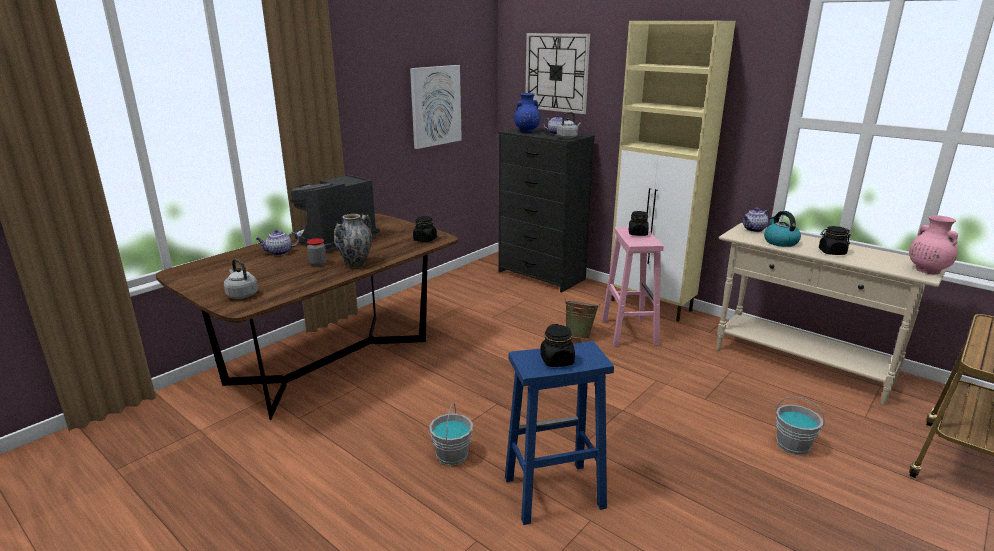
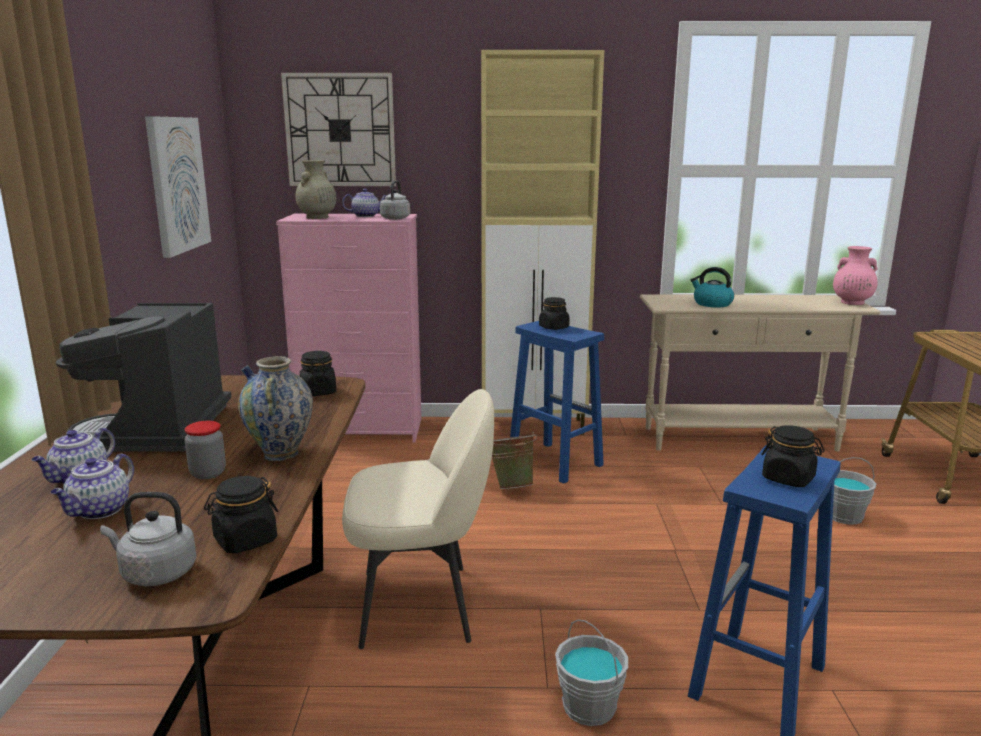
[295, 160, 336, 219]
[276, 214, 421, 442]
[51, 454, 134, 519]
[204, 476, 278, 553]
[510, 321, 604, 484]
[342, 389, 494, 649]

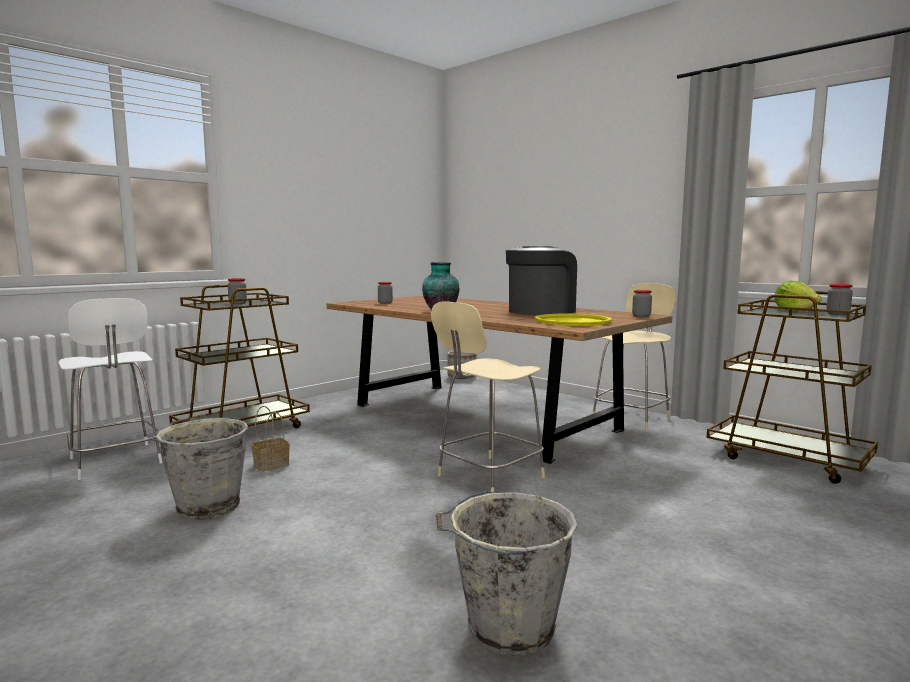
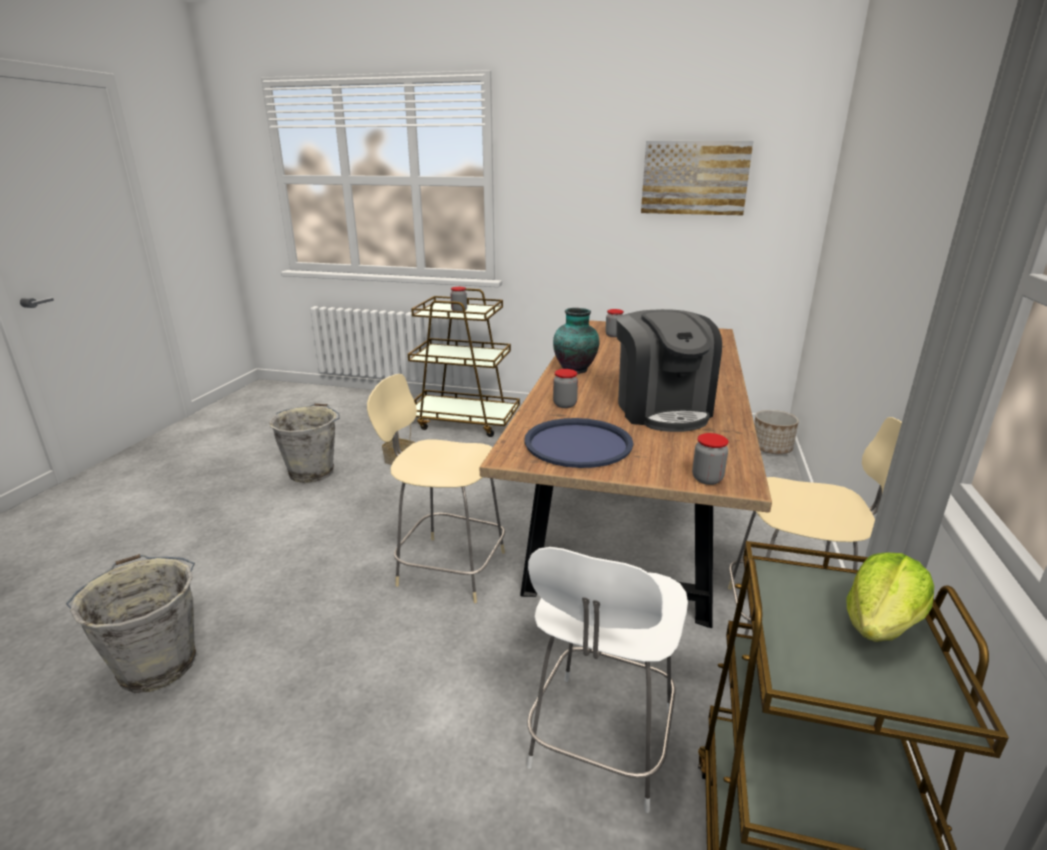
[616, 309, 722, 432]
[553, 369, 578, 408]
[527, 547, 688, 813]
[524, 418, 633, 468]
[641, 141, 753, 215]

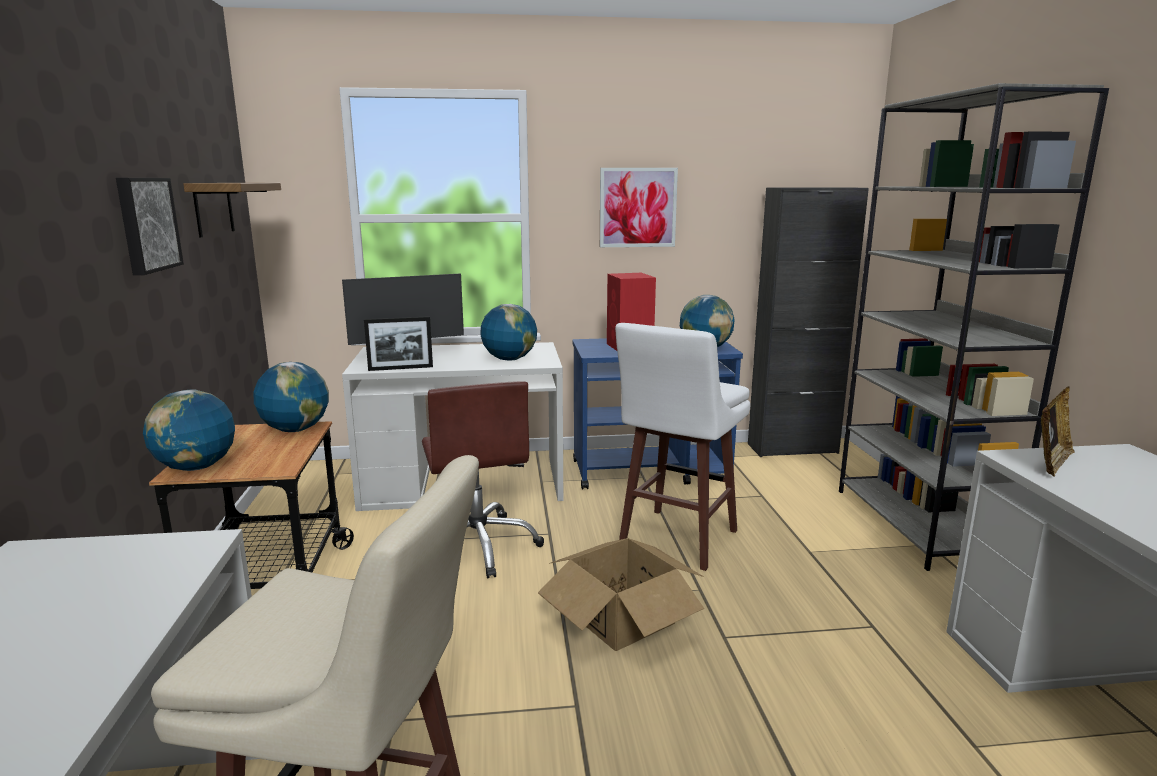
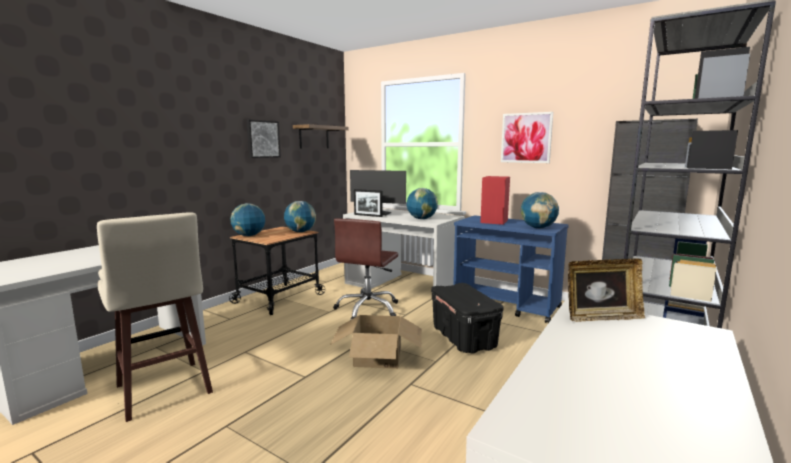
[431, 283, 504, 354]

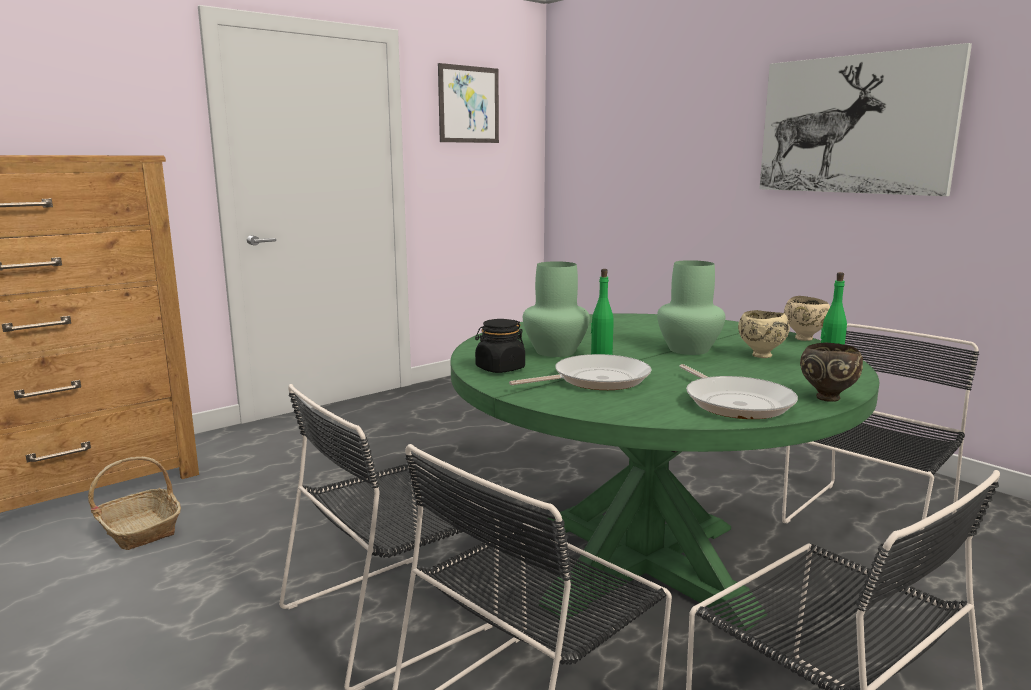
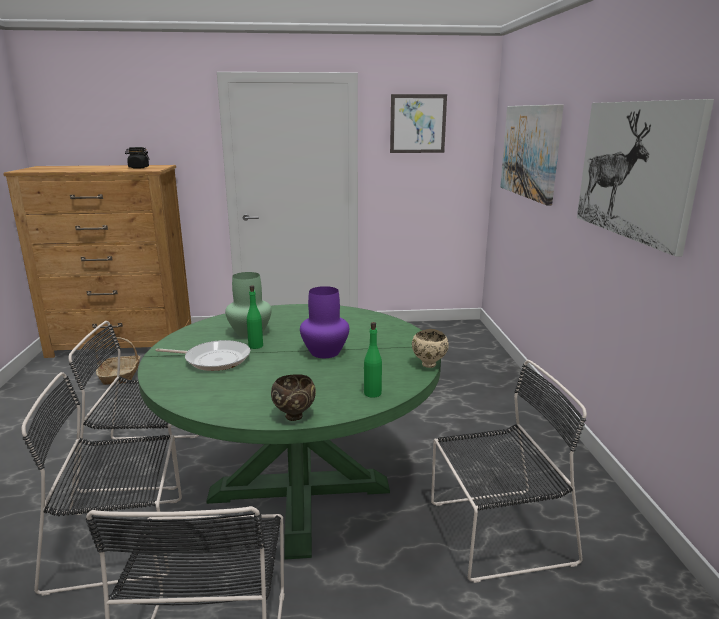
[300, 286, 349, 358]
[738, 310, 790, 358] (first image)
[125, 147, 149, 169]
[680, 364, 798, 419] (first image)
[500, 104, 564, 206]

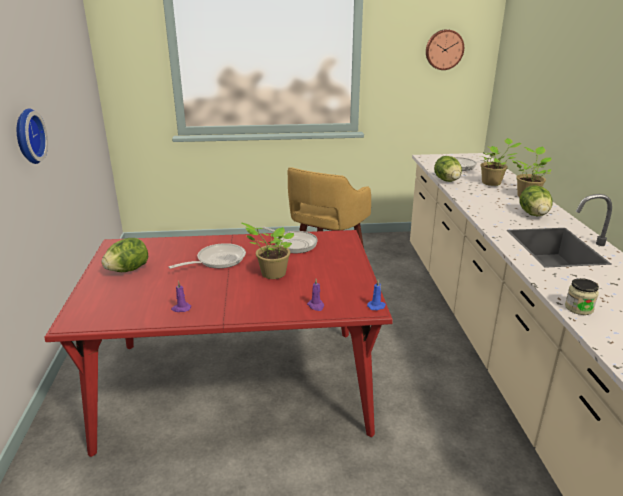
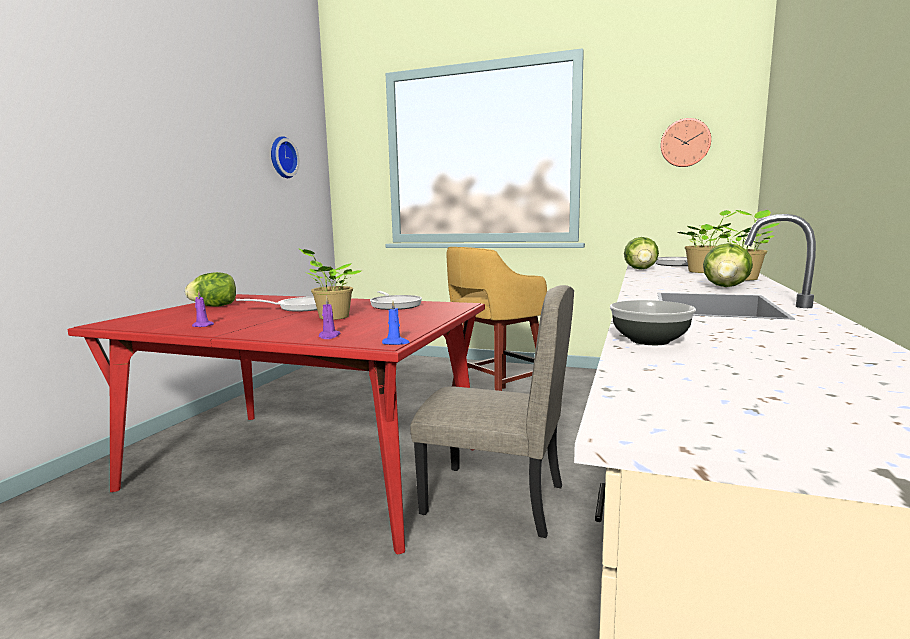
[271, 136, 300, 178]
[610, 300, 696, 345]
[410, 285, 574, 538]

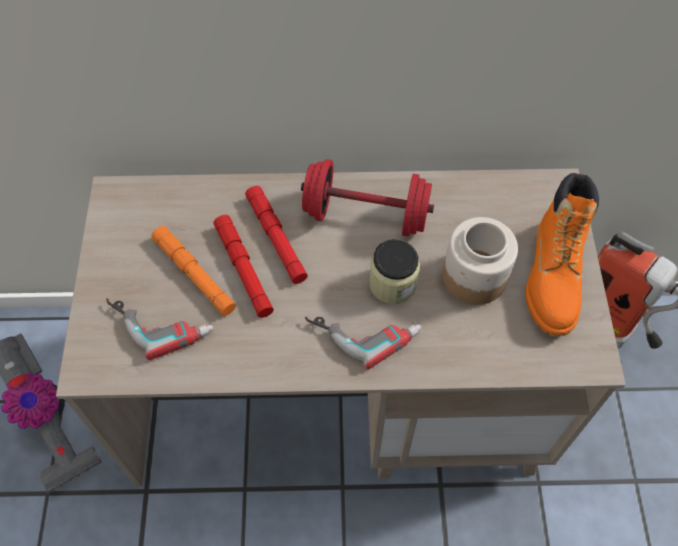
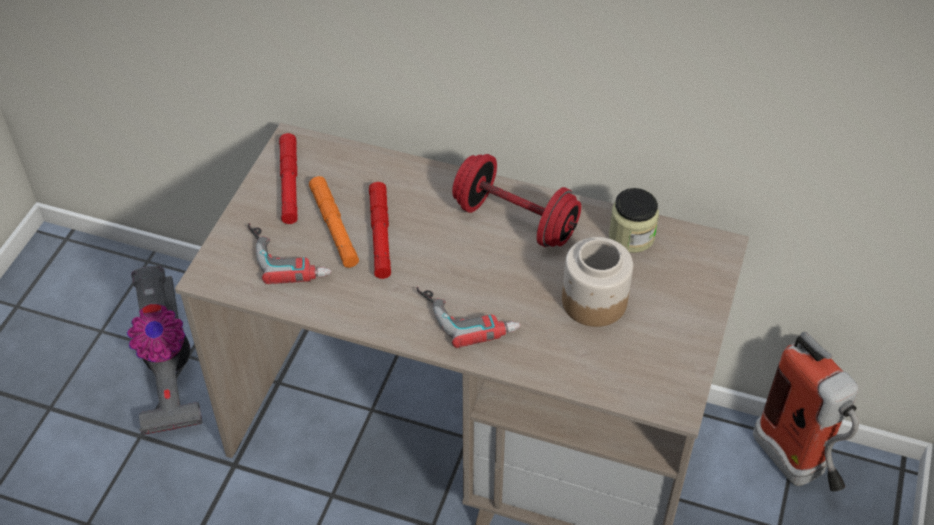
[525, 173, 599, 336] (first image)
[279, 133, 298, 224]
[609, 188, 659, 253]

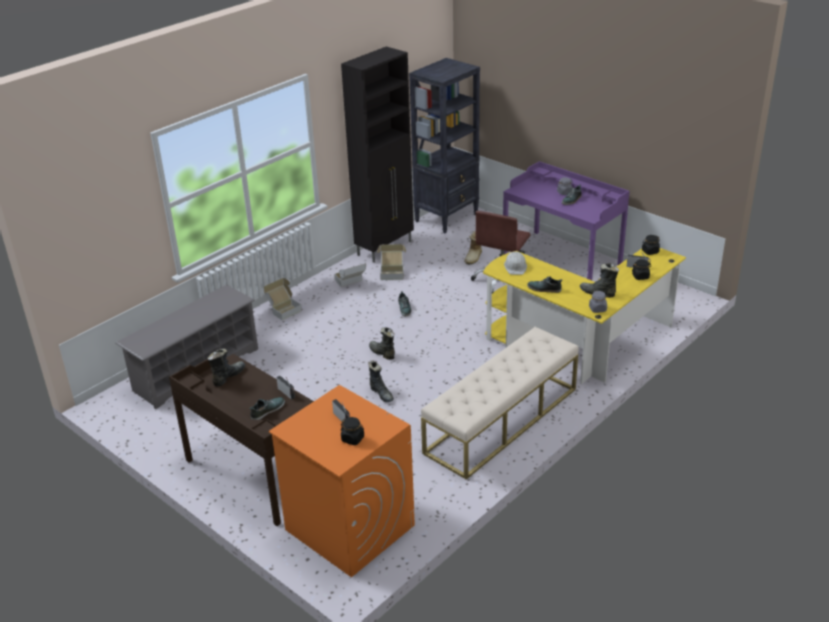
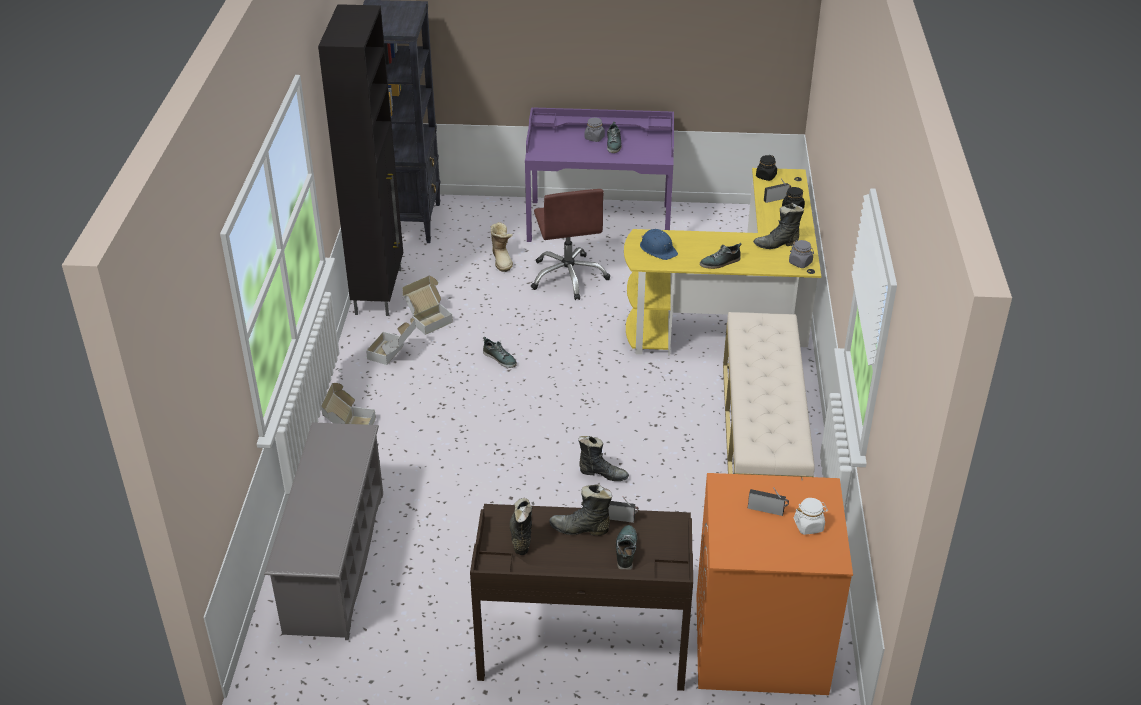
[640, 229, 678, 260]
[549, 484, 612, 535]
[794, 498, 828, 535]

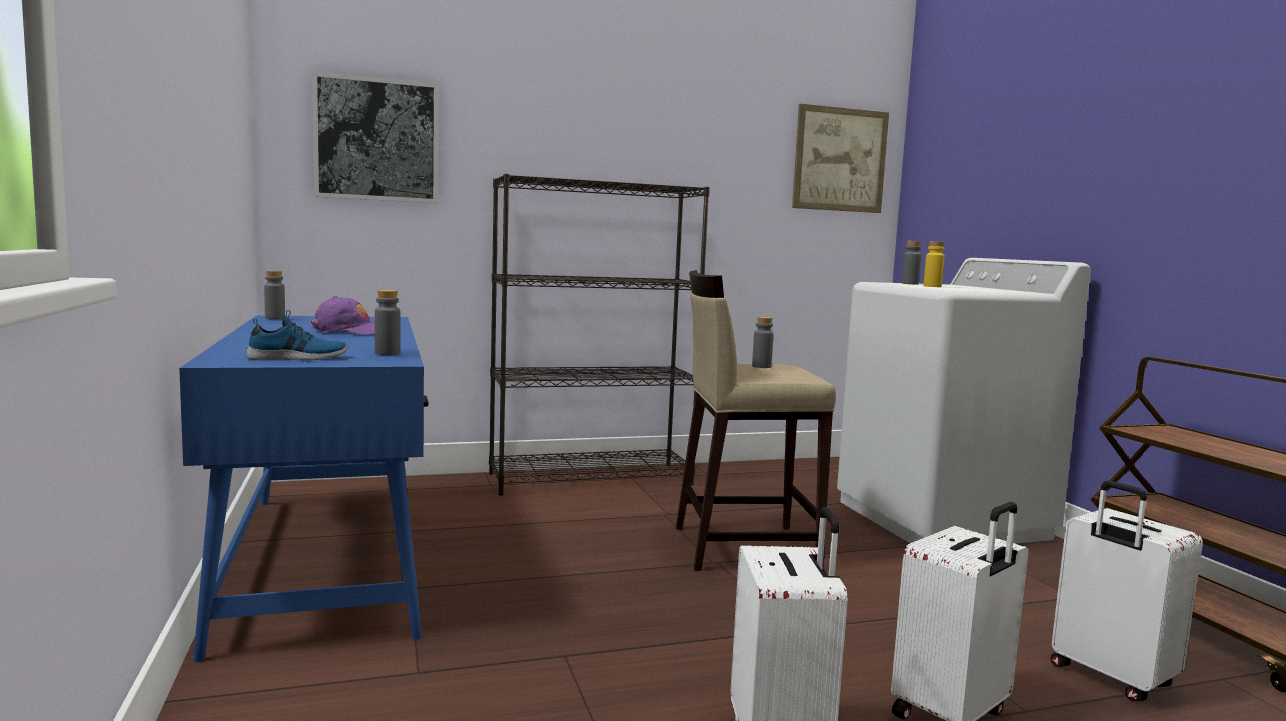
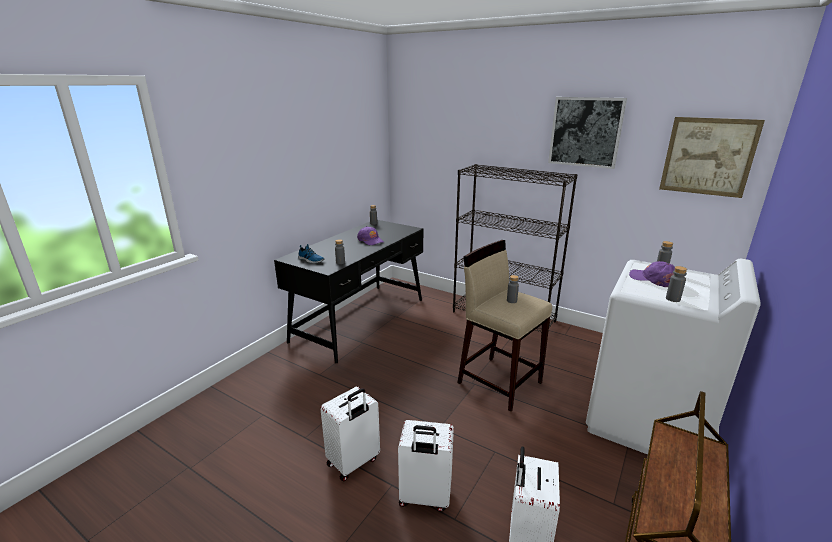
[548, 97, 627, 169]
[629, 261, 675, 287]
[274, 220, 423, 363]
[666, 266, 687, 302]

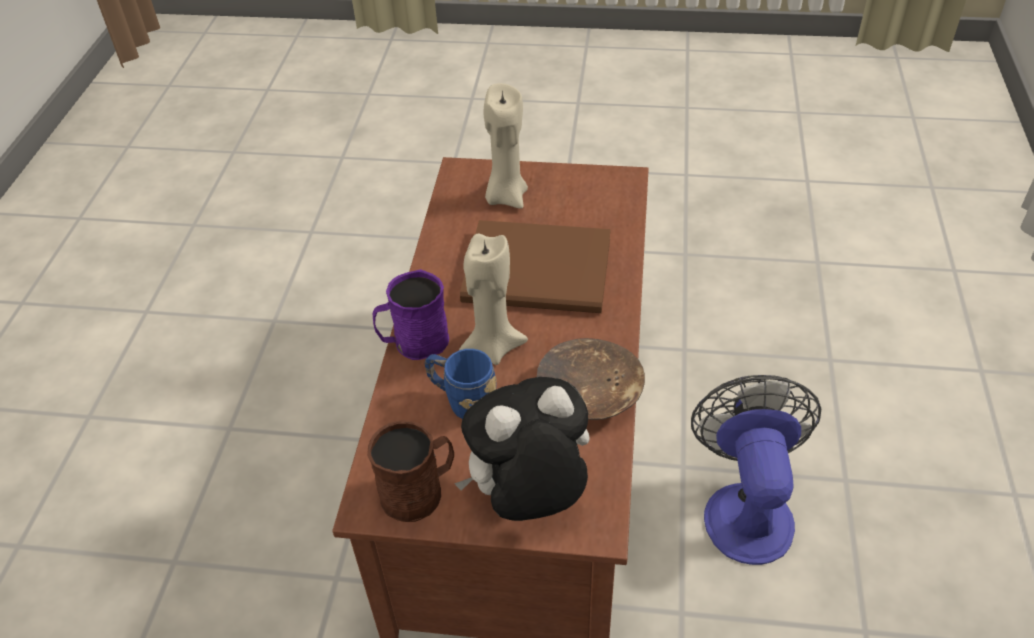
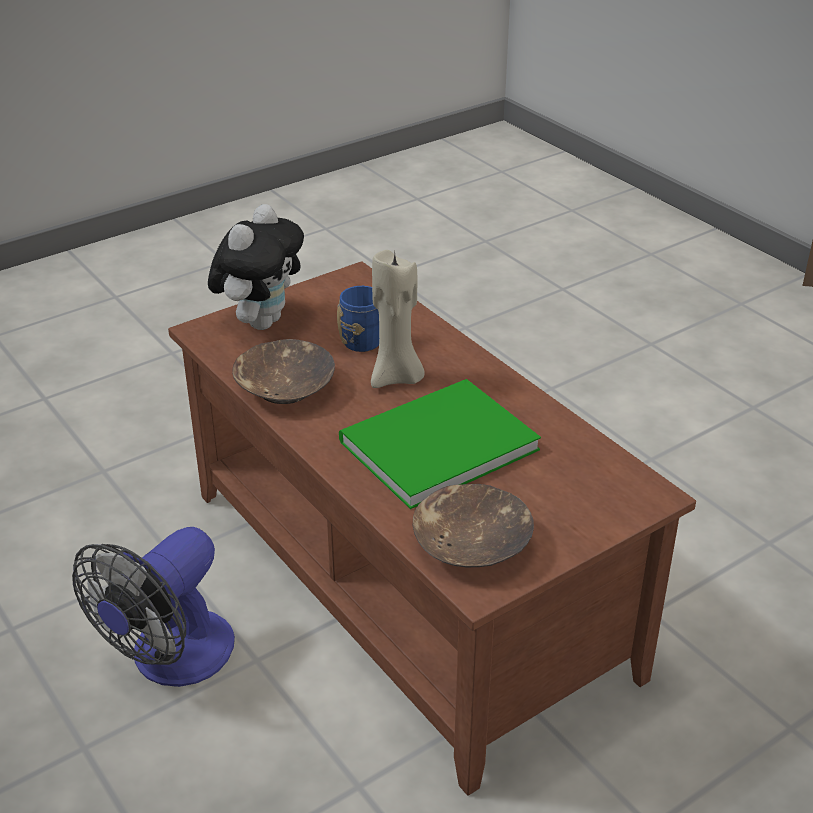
[484, 83, 528, 209] (first image)
[339, 379, 541, 509]
[373, 269, 449, 360] (first image)
[72, 527, 235, 687]
[367, 420, 454, 522] (first image)
[413, 484, 534, 567]

